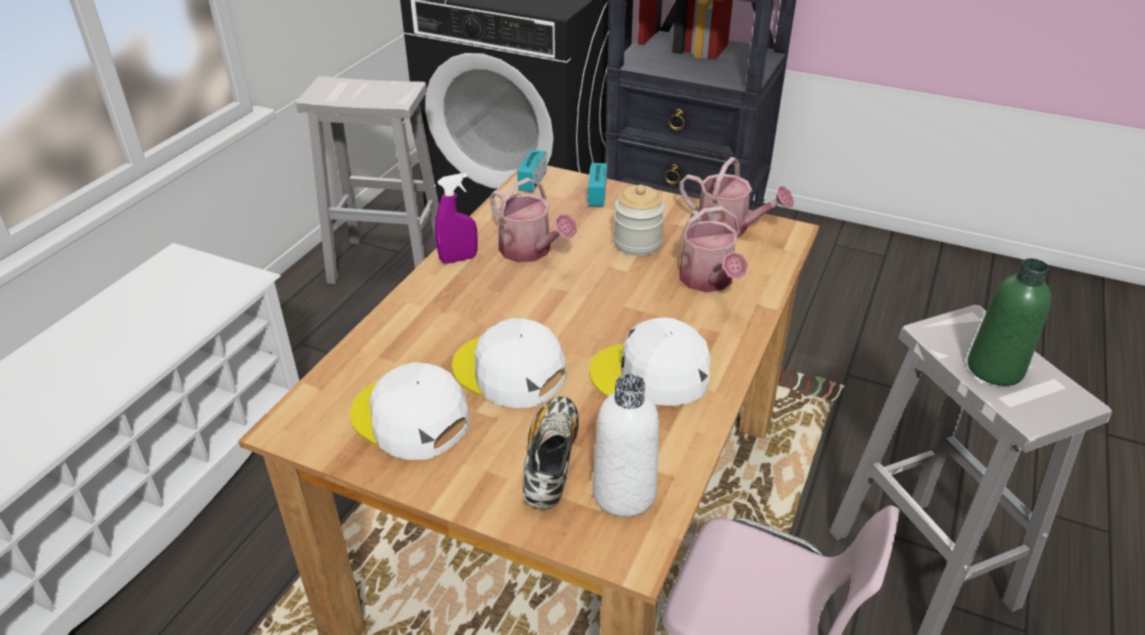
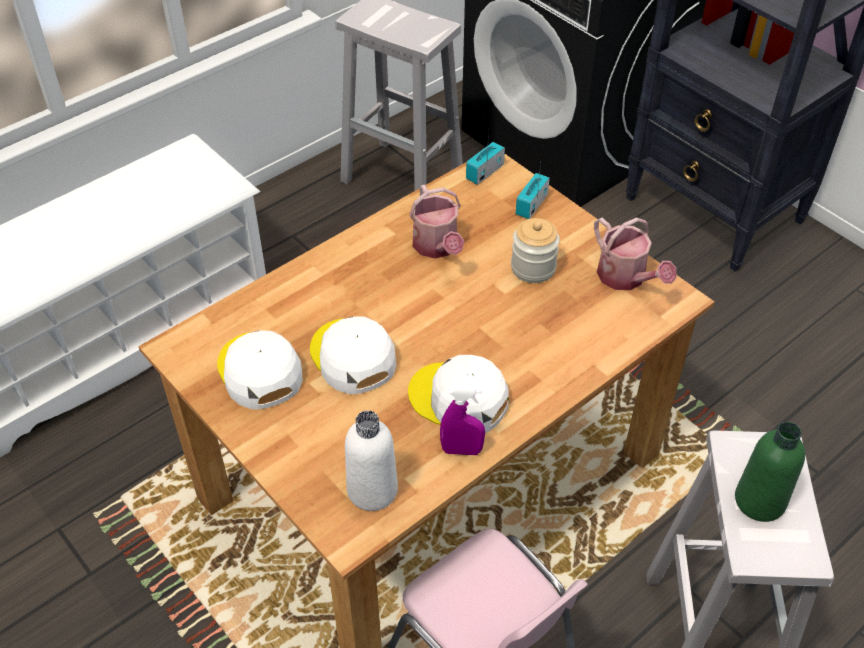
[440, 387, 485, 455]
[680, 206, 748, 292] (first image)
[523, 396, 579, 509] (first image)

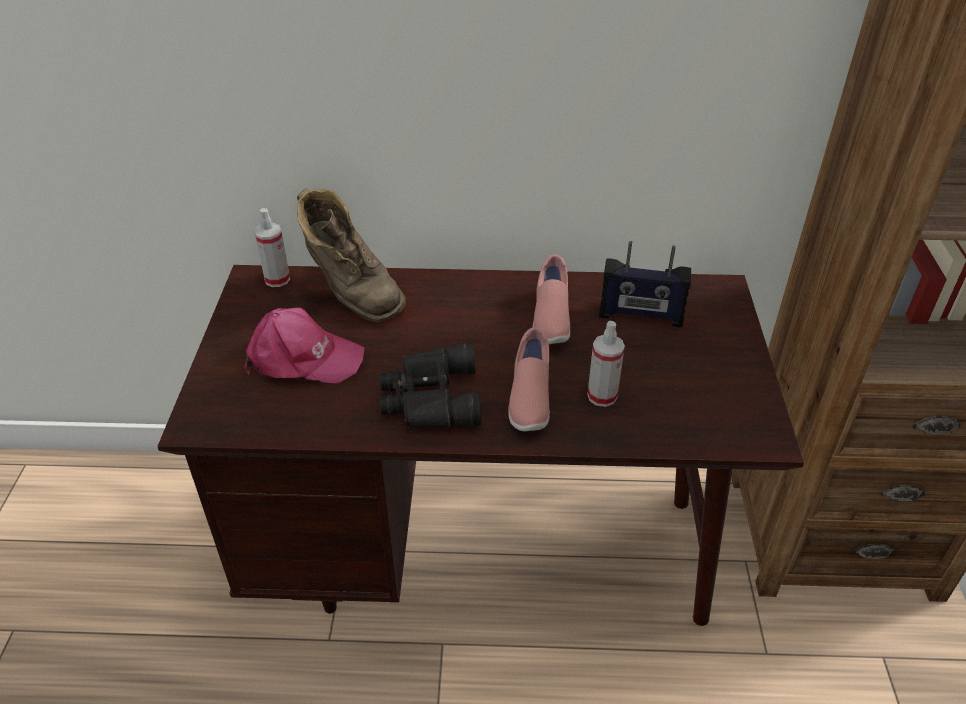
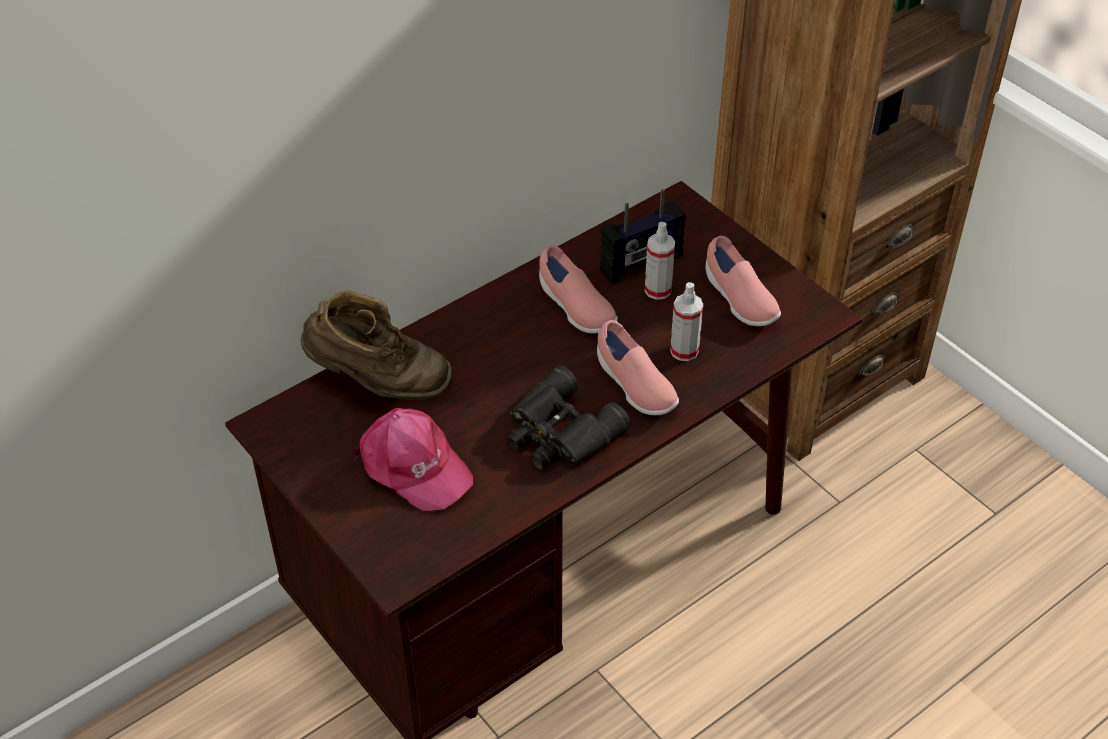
[645, 222, 675, 300]
[352, 408, 473, 511]
[706, 236, 781, 326]

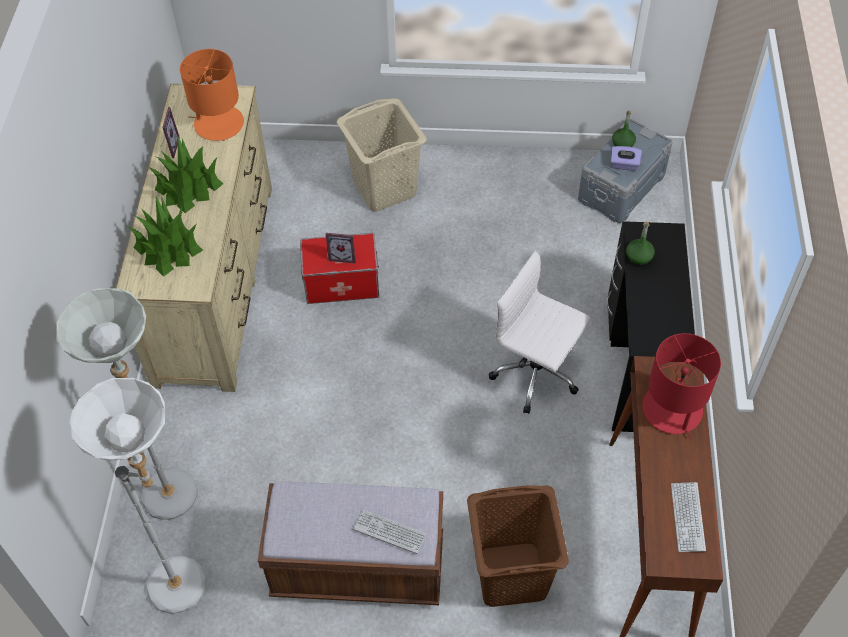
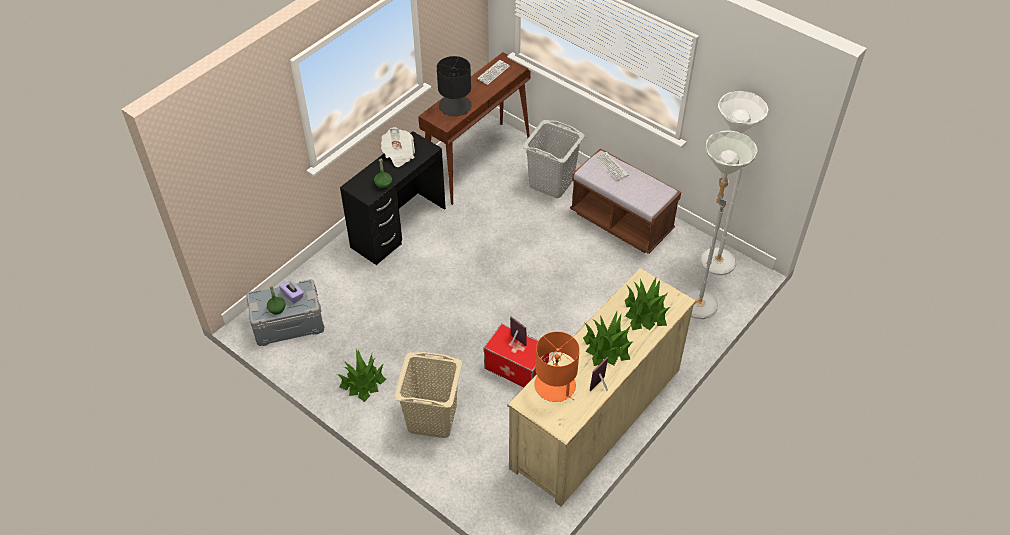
[489, 251, 591, 414] (first image)
[437, 56, 472, 116]
[523, 120, 585, 198]
[381, 127, 415, 167]
[337, 349, 386, 402]

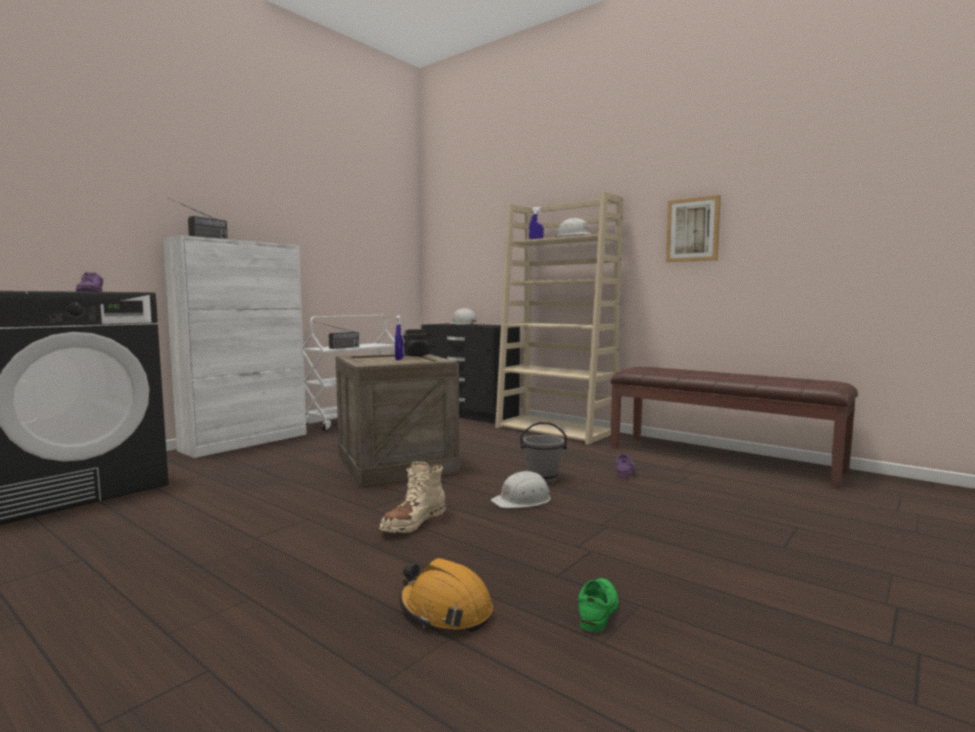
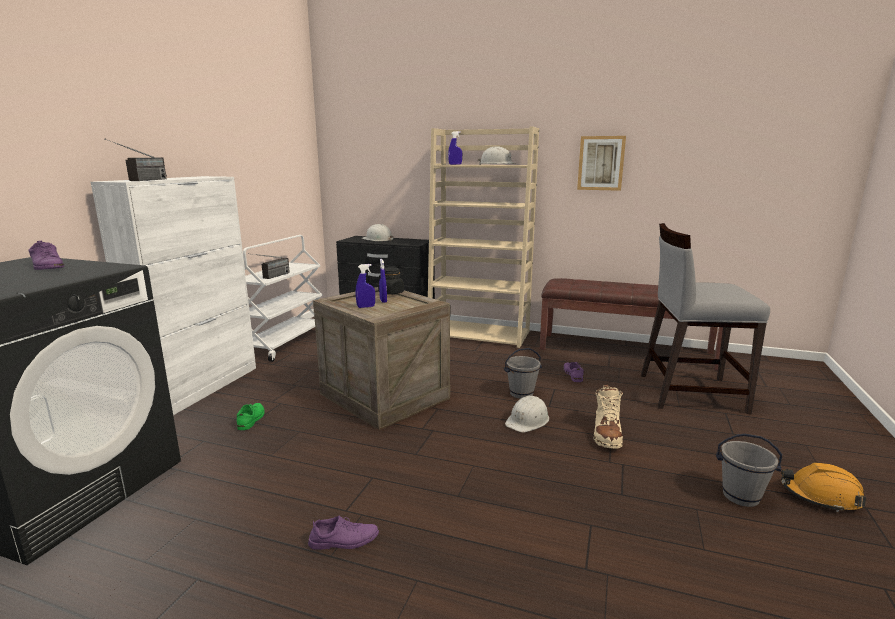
[593, 385, 623, 449]
[781, 462, 866, 512]
[237, 403, 265, 430]
[641, 223, 770, 414]
[356, 264, 375, 308]
[716, 434, 783, 507]
[308, 516, 379, 550]

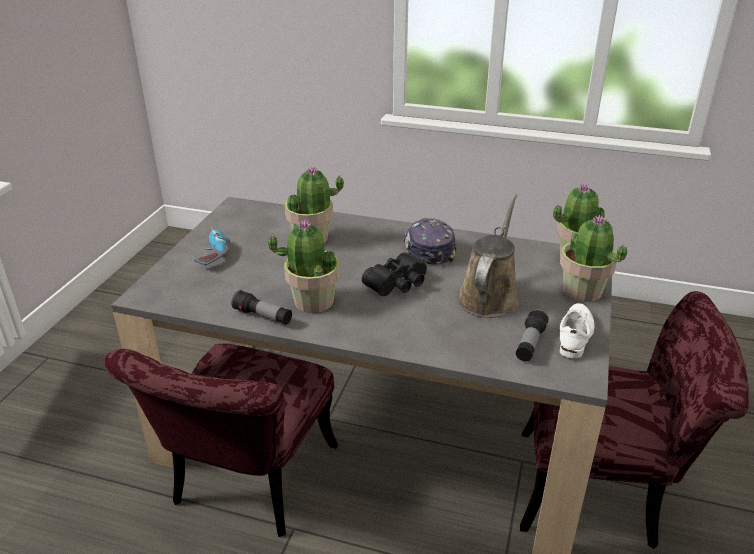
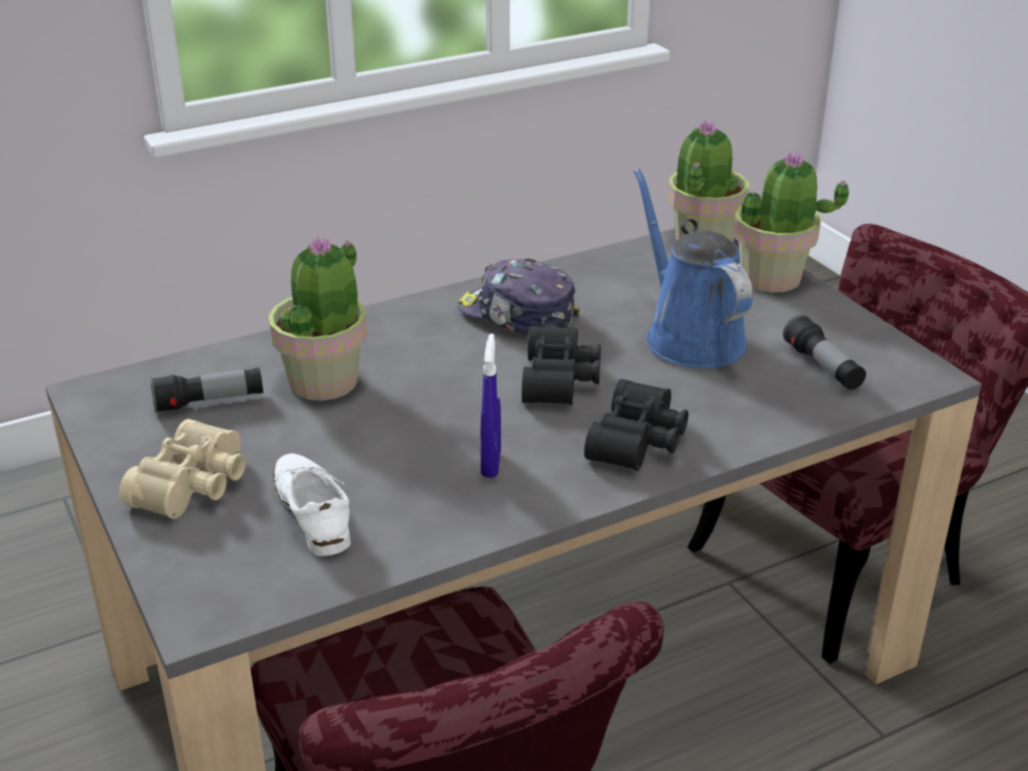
[633, 168, 753, 368]
[480, 333, 501, 478]
[119, 419, 246, 519]
[150, 367, 263, 413]
[273, 453, 351, 556]
[584, 379, 688, 471]

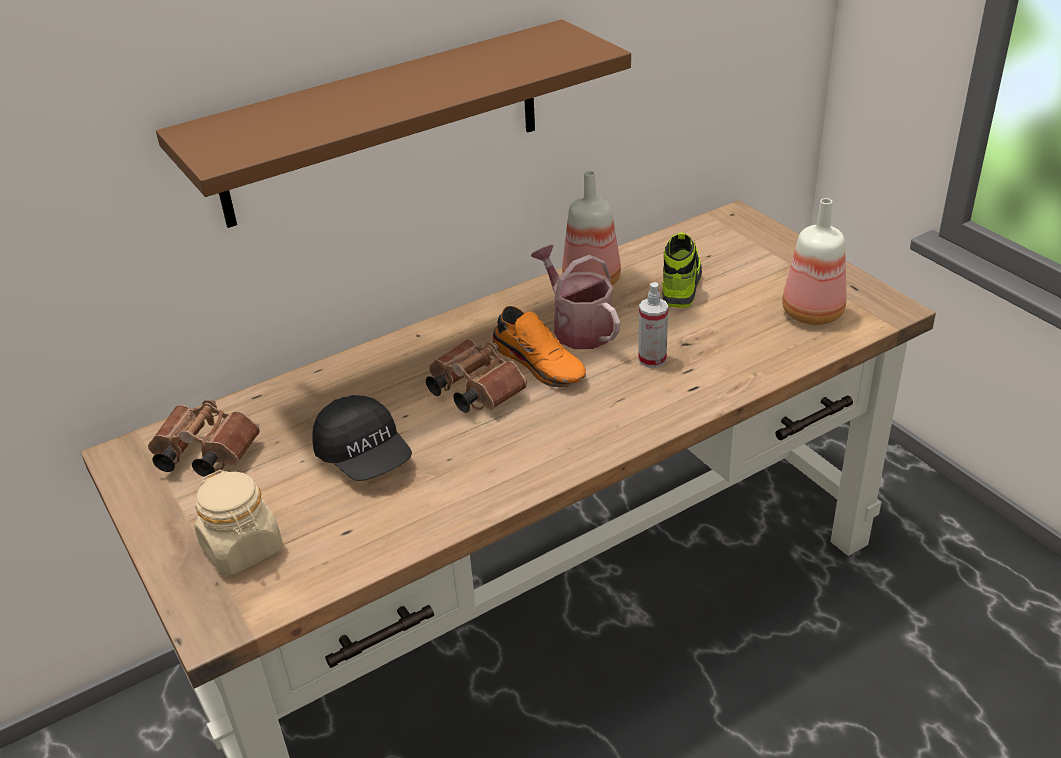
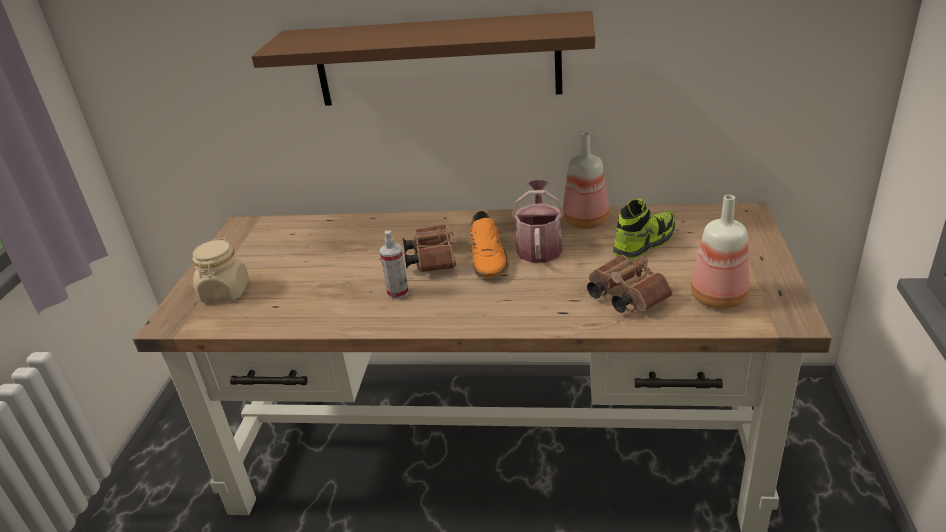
[380, 230, 409, 299]
[312, 395, 412, 481] (first image)
[587, 255, 672, 313]

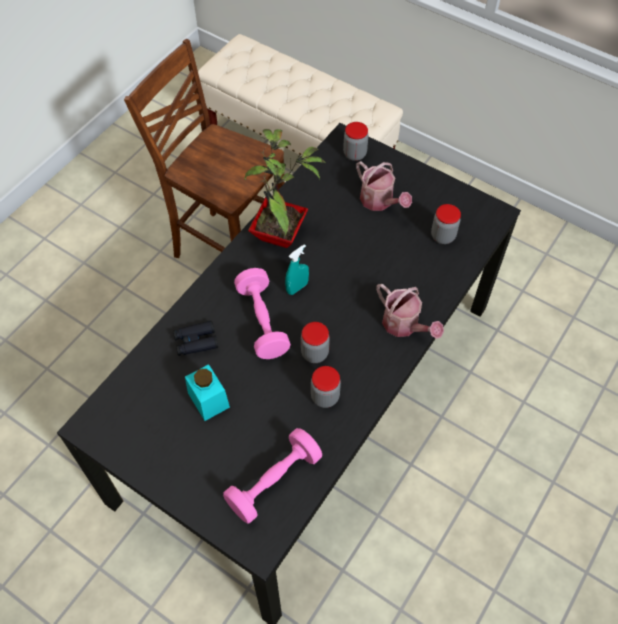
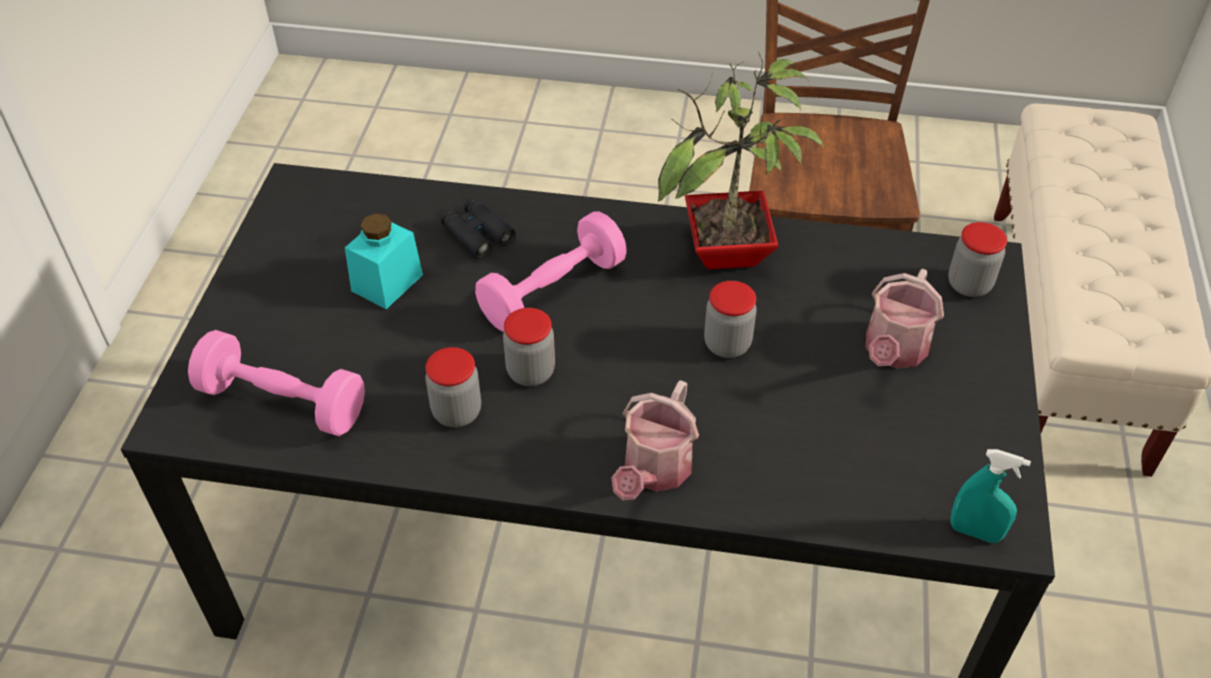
[704, 281, 757, 358]
[951, 449, 1031, 543]

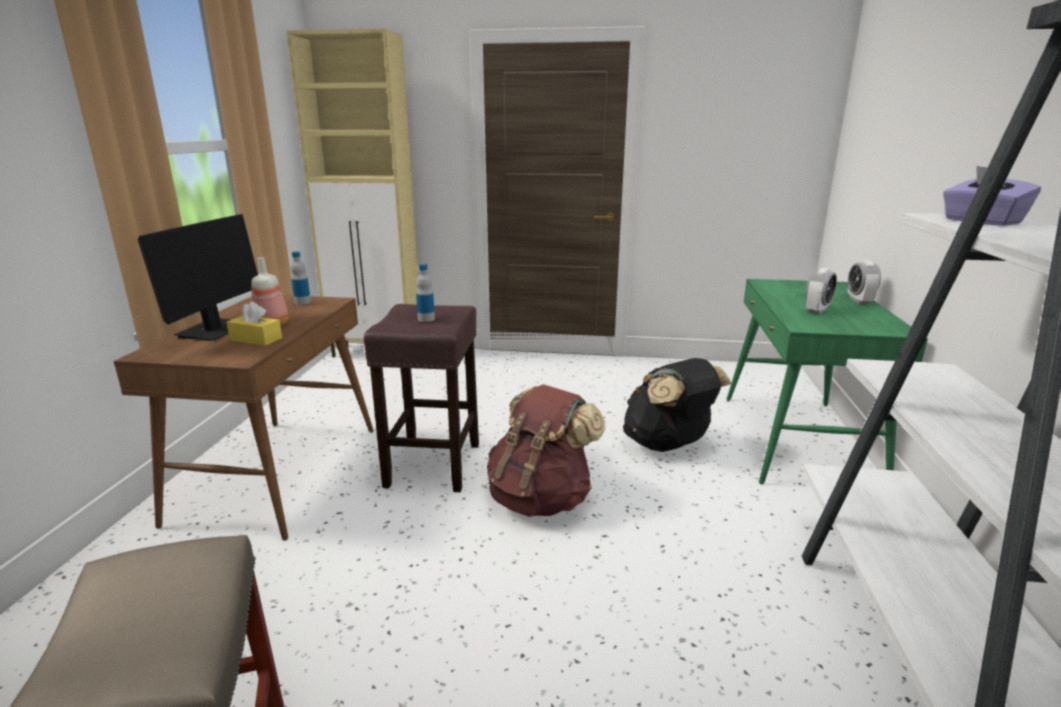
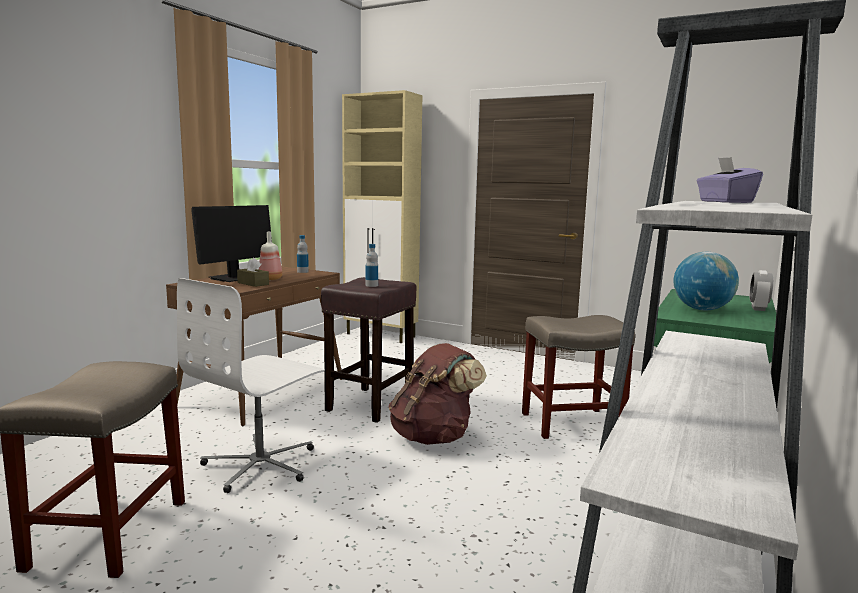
[674, 252, 739, 310]
[237, 257, 269, 287]
[522, 315, 635, 439]
[177, 278, 325, 493]

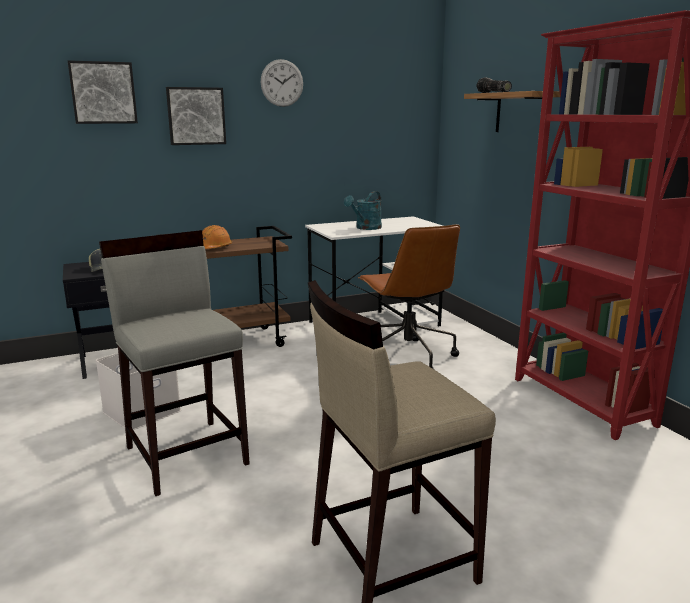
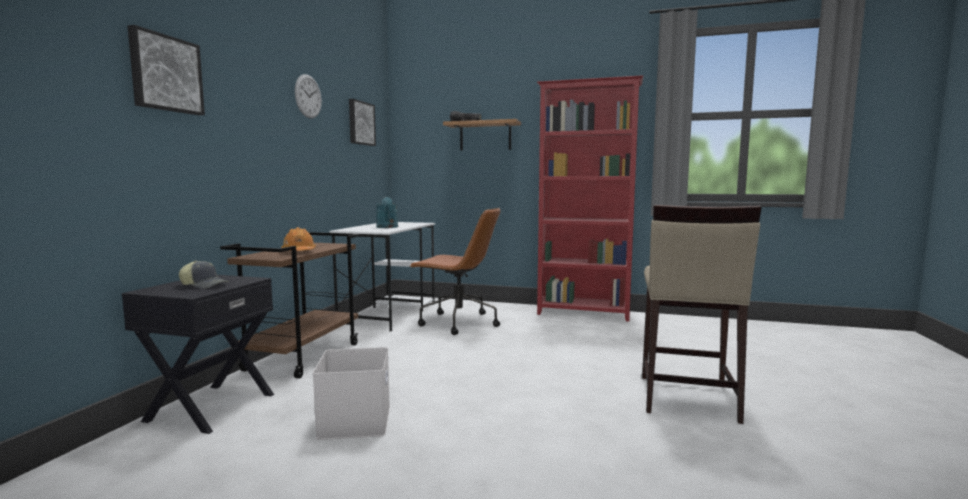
[349, 99, 376, 146]
[99, 230, 250, 496] (first image)

